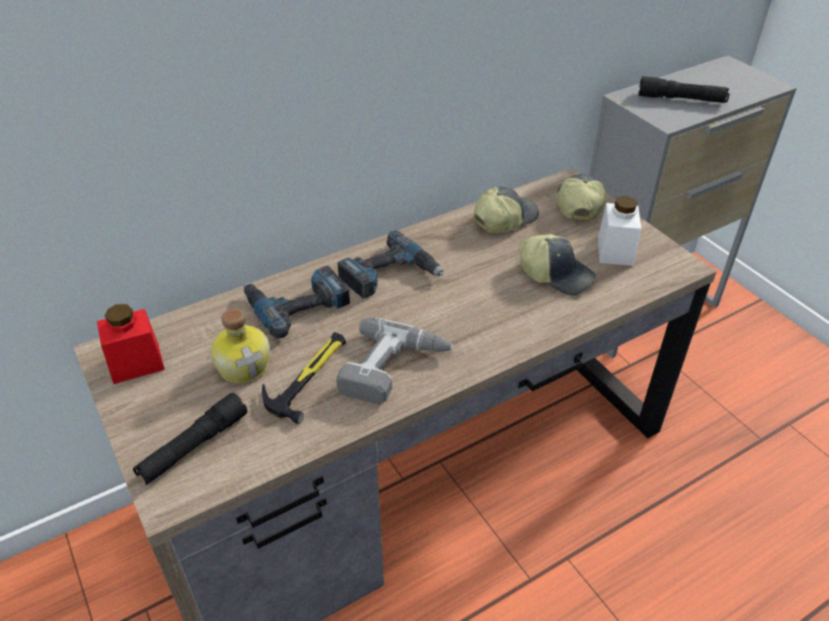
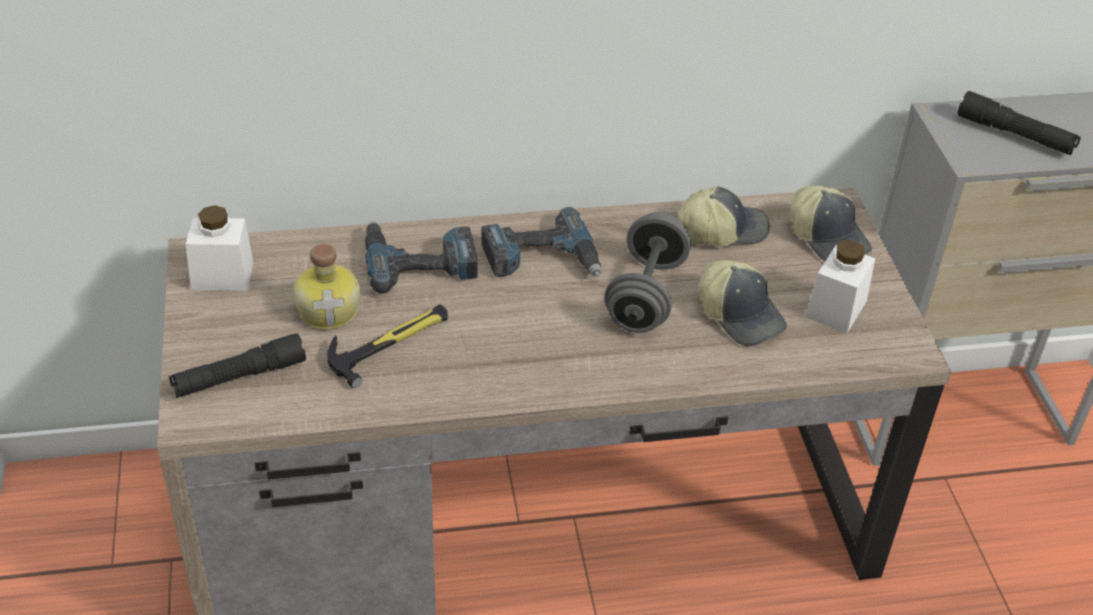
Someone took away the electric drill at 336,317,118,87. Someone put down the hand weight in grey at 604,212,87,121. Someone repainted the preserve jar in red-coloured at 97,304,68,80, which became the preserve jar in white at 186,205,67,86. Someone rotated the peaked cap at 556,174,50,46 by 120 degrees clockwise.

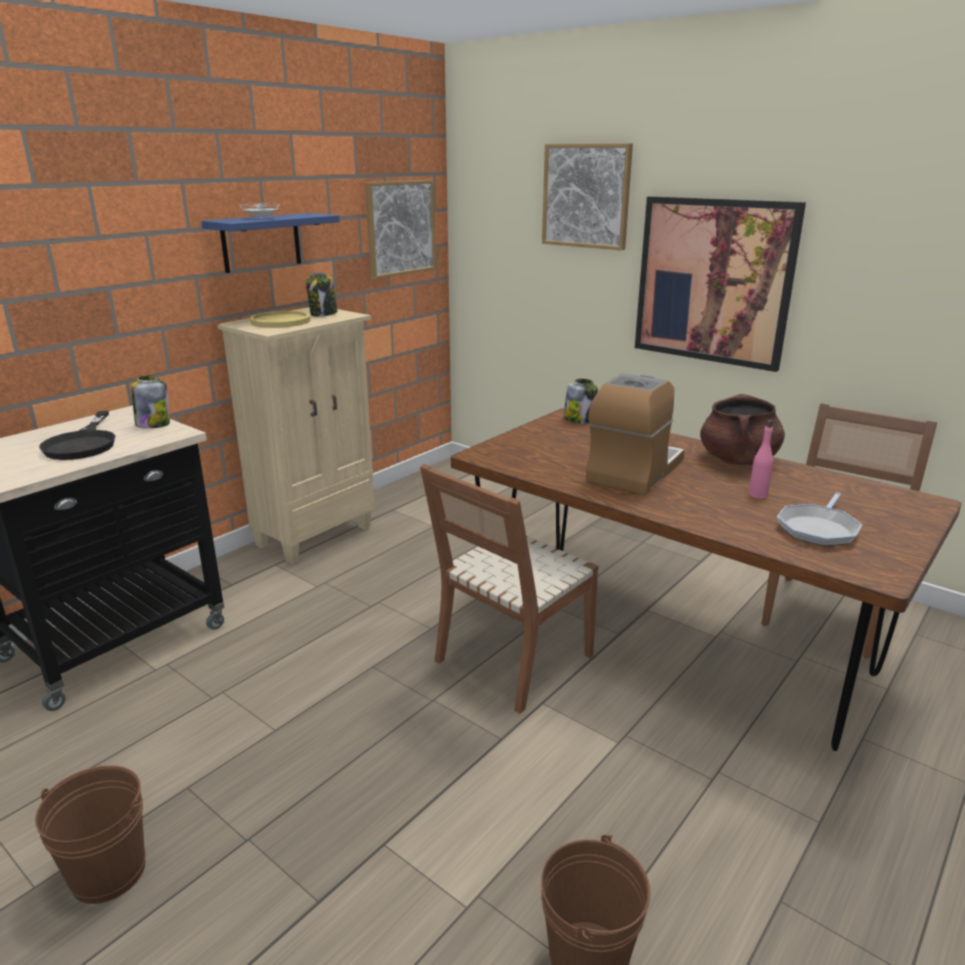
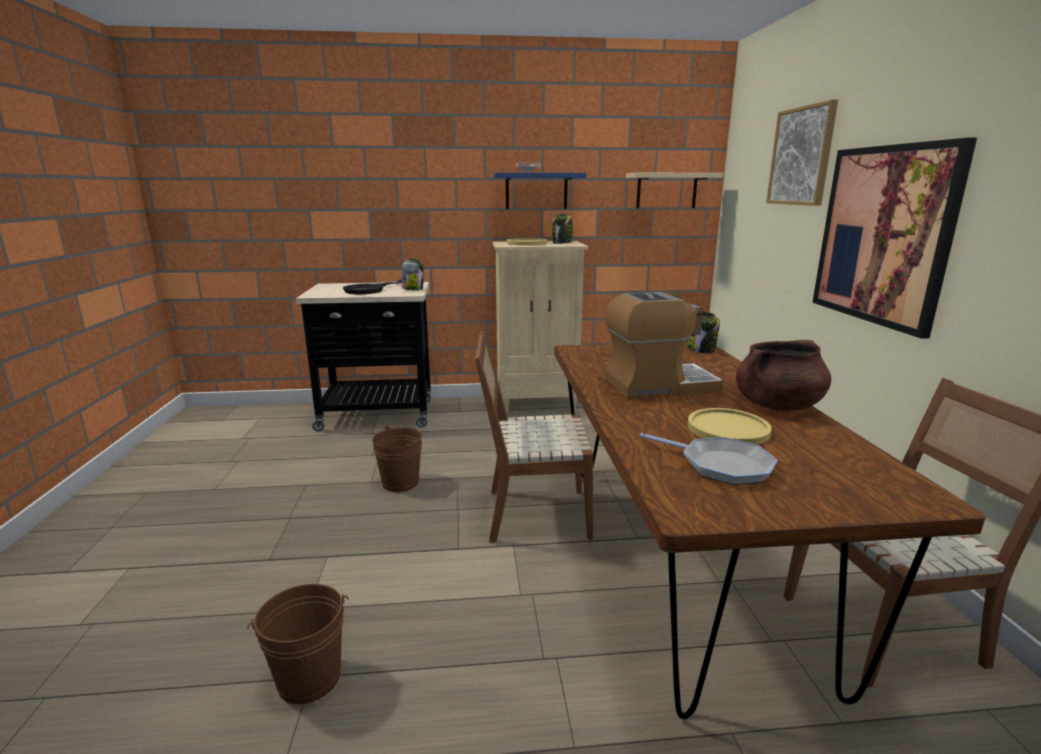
Someone carried the water bucket in brown from 35,765,111,139 to 372,426,50,66. Someone swapped the picture at 365,180,71,99 for the shelf in beige-coloured at 626,173,97,35. Someone swapped the bottle in pink at 749,420,24,79 for the dinner plate in yellow-coloured at 688,408,84,37. Someone rotated the skillet at 777,492,85,54 by 135 degrees counterclockwise.

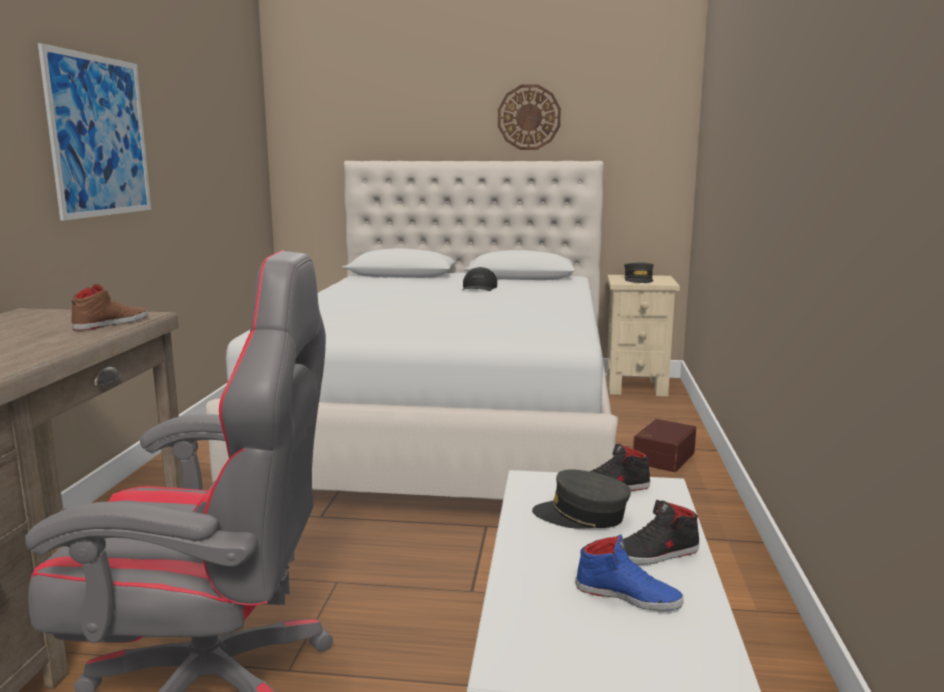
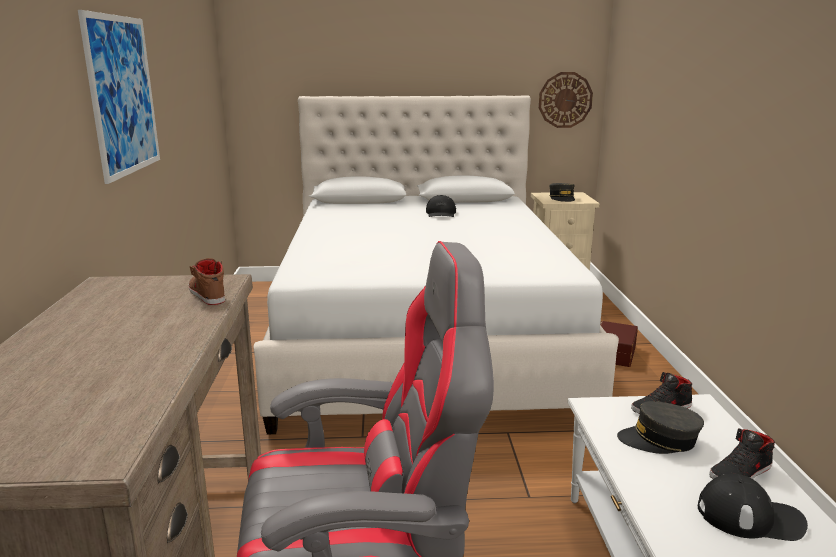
Someone carried the clock on the wall from 498,84,63,66 to 539,72,54,56. Someone swapped the item of footwear in blue-coloured at 576,534,108,77 for the peaked cap in black at 698,474,110,67. Someone rotated the item of footwear in brown at 71,284,77,46 by 60 degrees counterclockwise.

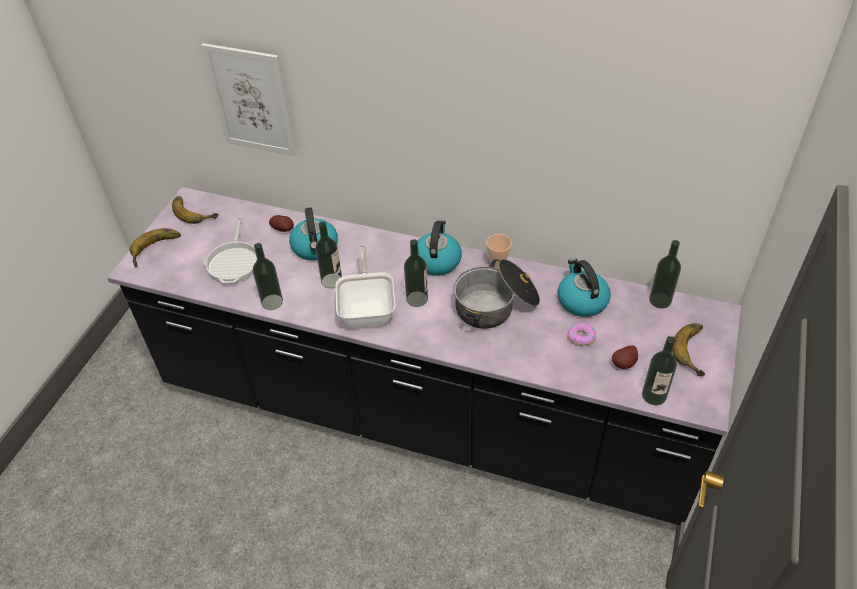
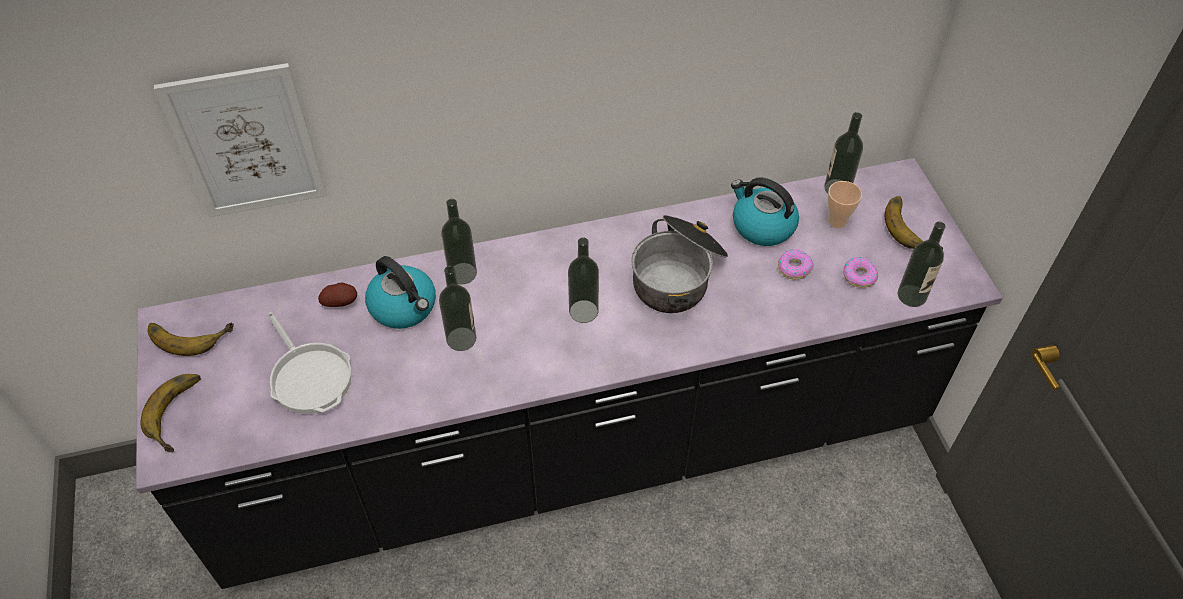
Someone took away the skillet at 335,245,60,82. Someone took away the water kettle at 418,220,44,56. Someone carried the bottle from 253,243,30,67 to 441,199,36,85. Someone carried the small cup from 486,234,26,35 to 828,181,34,47. Someone swapped the spud at 612,345,26,24 for the donut at 843,257,35,31.

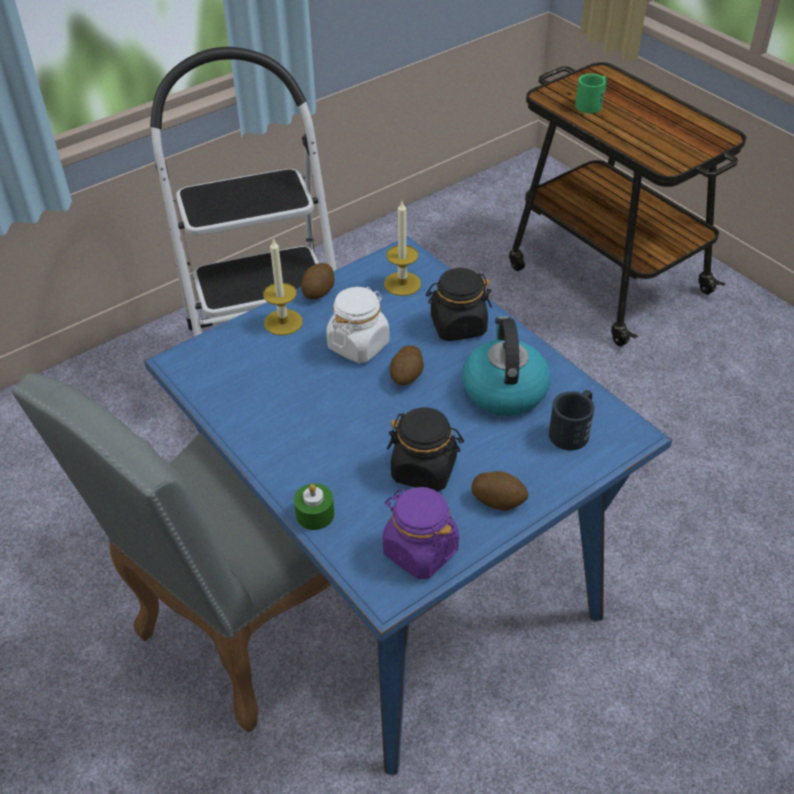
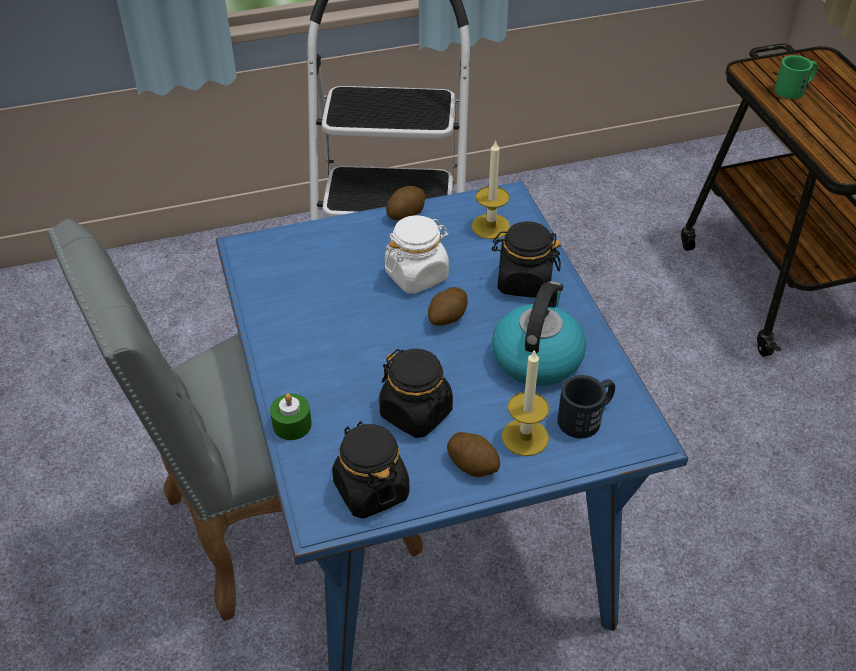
Someone carried the wax light from 263,238,39,97 to 502,349,47,107. Someone repainted the preserve jar in purplish at 383,487,76,92, which became the preserve jar in black at 332,421,78,97.

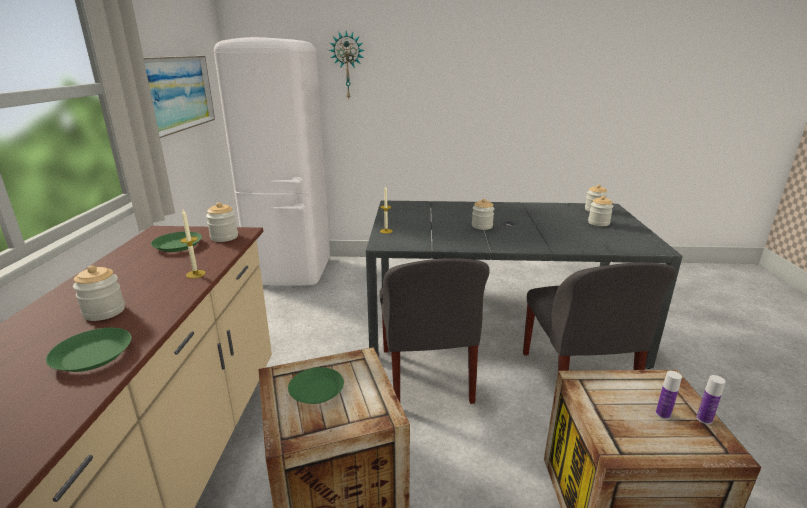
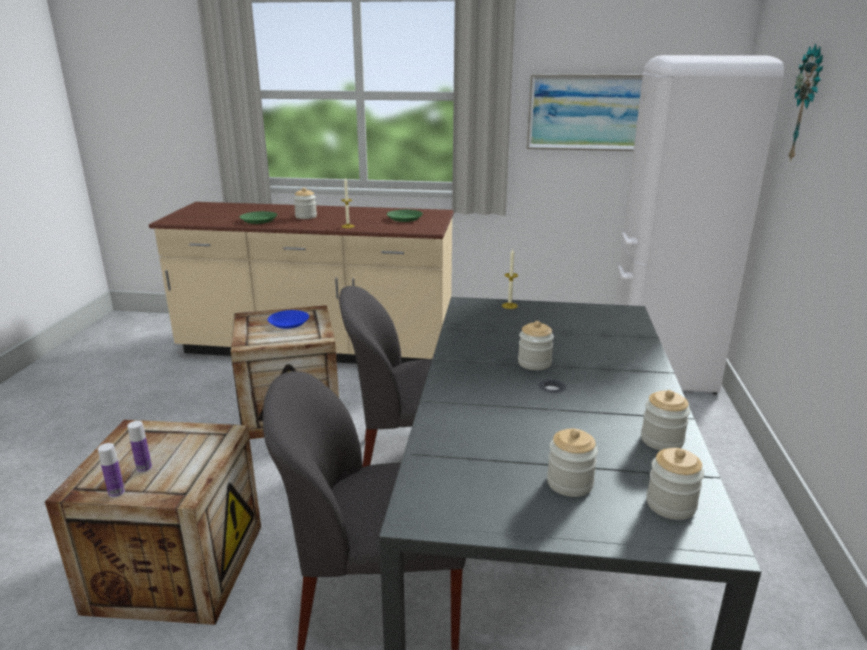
Someone carried the preserve jar from 206,202,32,40 to 641,390,49,61. Someone repainted the dinner plate in green at 288,367,56,37, which became the dinner plate in blue-coloured at 268,310,41,19.

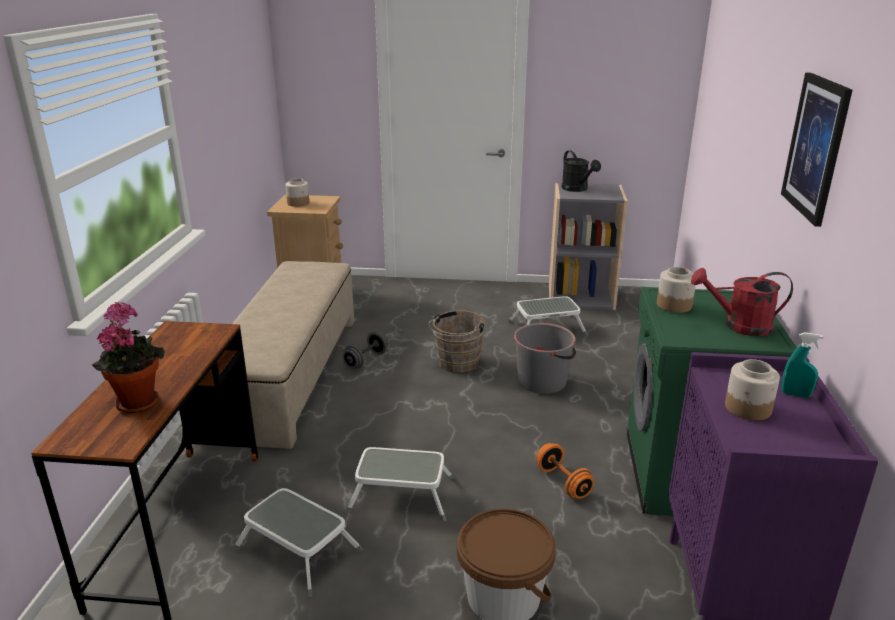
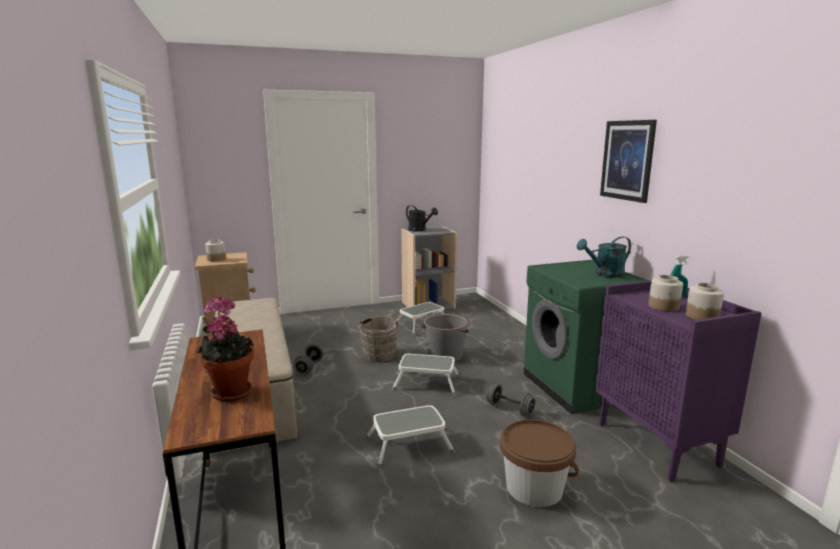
Someone carried the step stool in grey from 233,488,130,109 to 392,354,68,42. Someone carried the preserve jar from 657,267,39,46 to 686,283,38,37. Someone repainted the hand weight in orange-coloured at 536,443,58,56, which became the hand weight in grey at 487,383,48,33. Someone repainted the watering can in red-coloured at 691,268,102,68, which became the watering can in blue-green at 576,237,55,41.

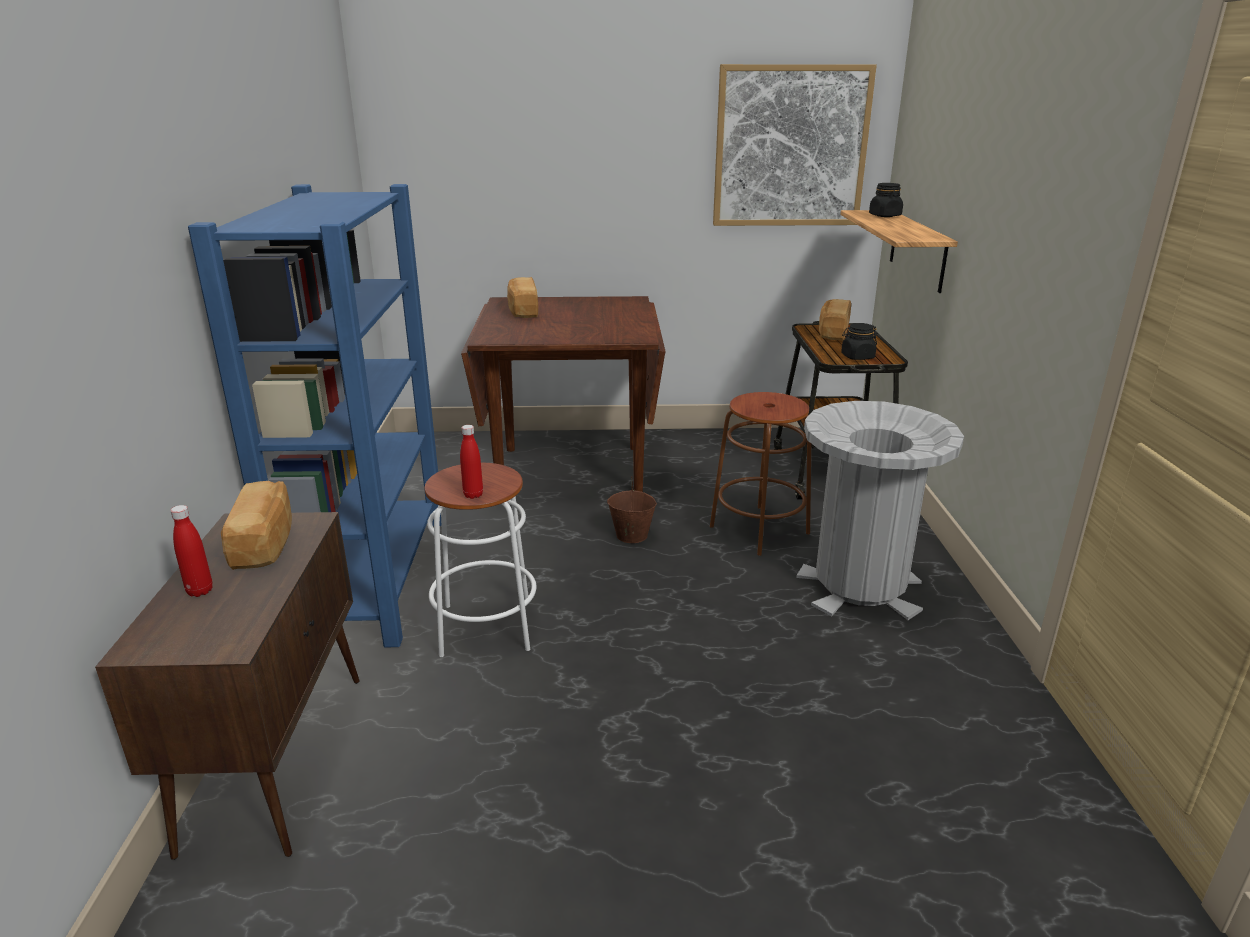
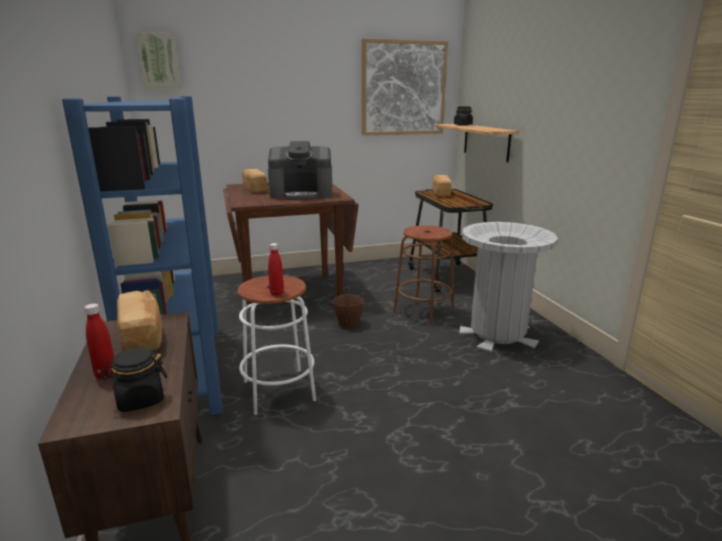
Someone put up the picture at 136,32,45,57. Someone put down the coffee machine at 268,141,64,59. Someone carried the preserve jar in black from 841,323,36,37 to 103,347,64,65.

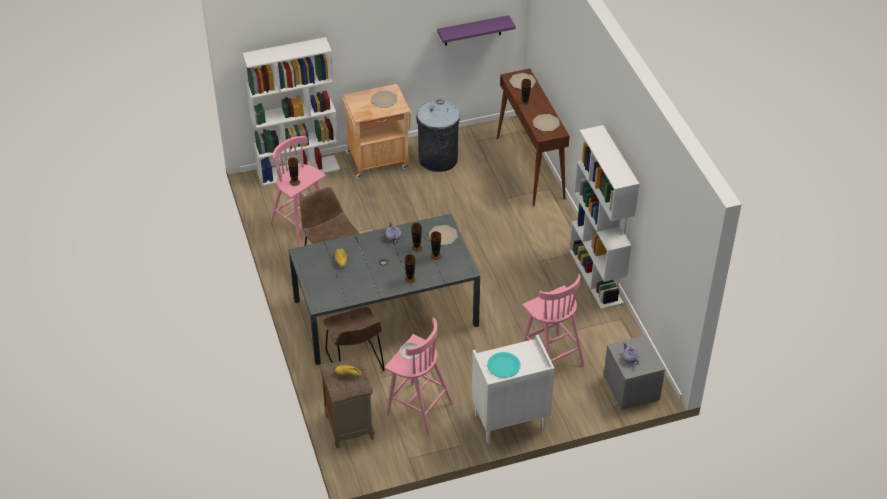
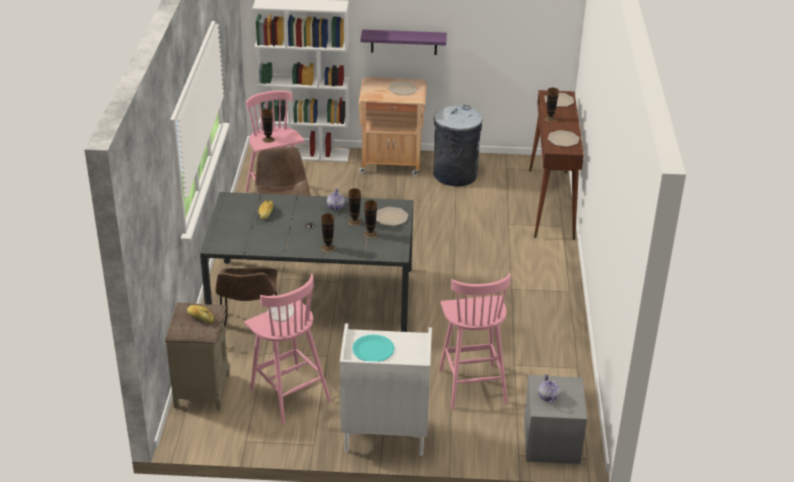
Someone took away the bookcase in white at 569,125,70,184. Someone carried the shelf in purplish from 437,15,79,31 to 360,29,87,26.

